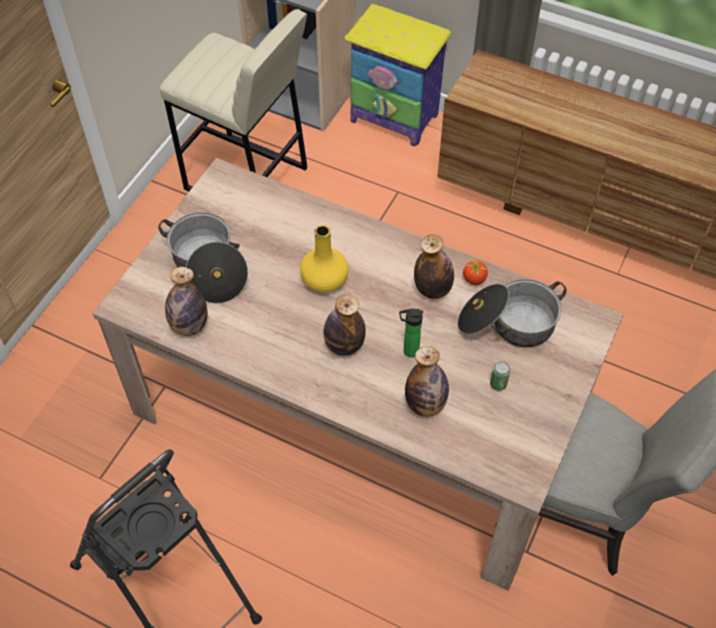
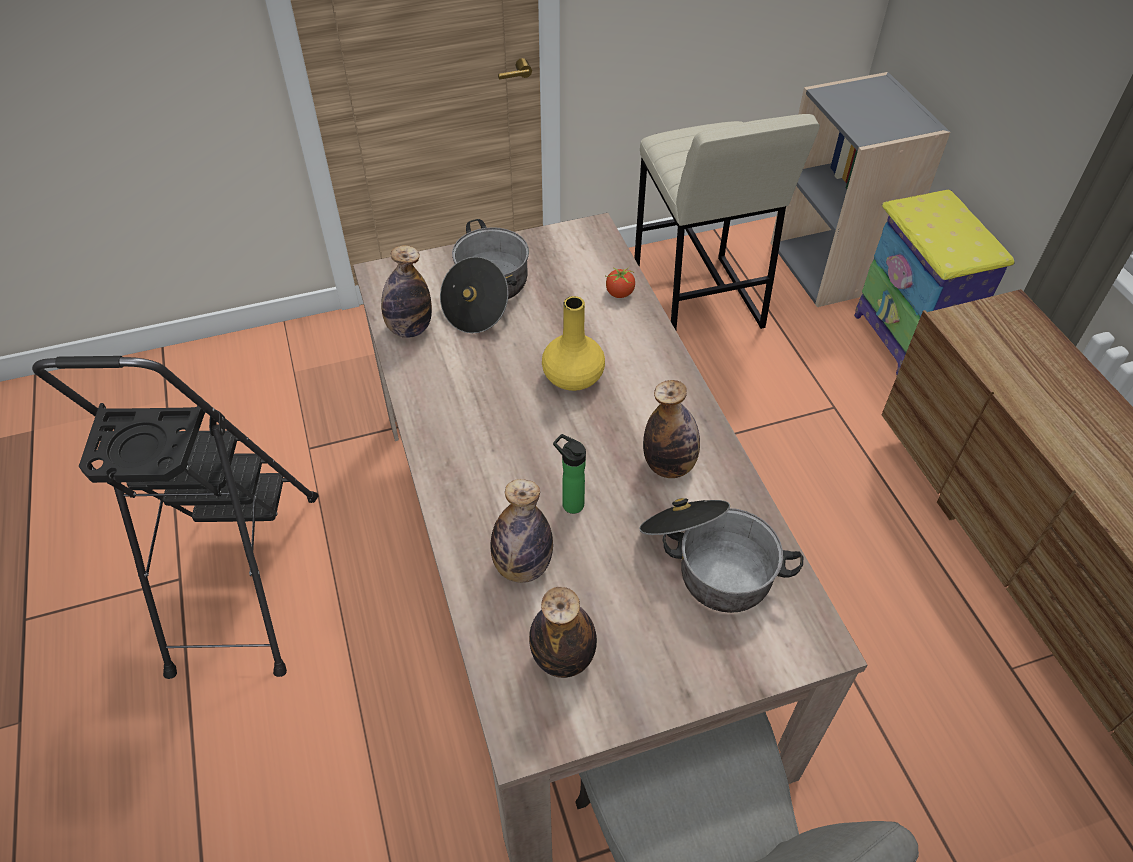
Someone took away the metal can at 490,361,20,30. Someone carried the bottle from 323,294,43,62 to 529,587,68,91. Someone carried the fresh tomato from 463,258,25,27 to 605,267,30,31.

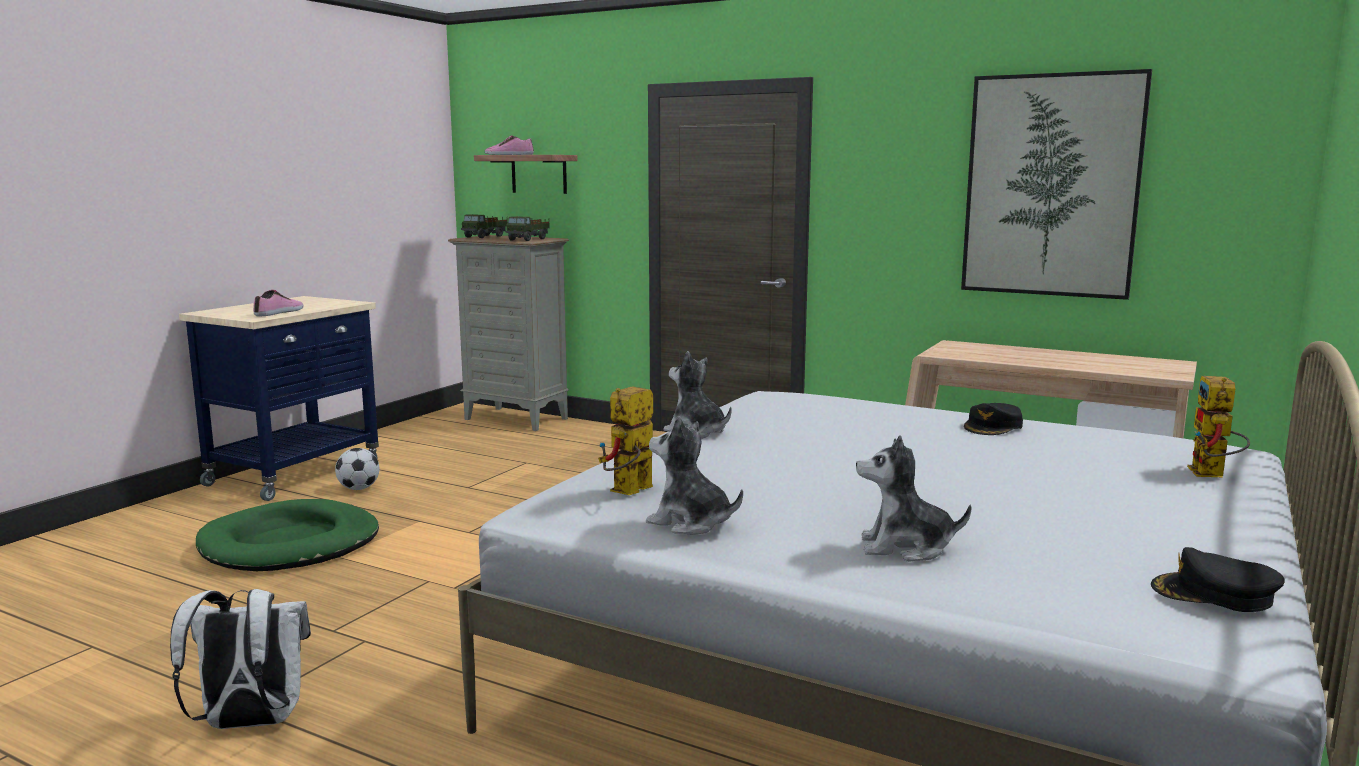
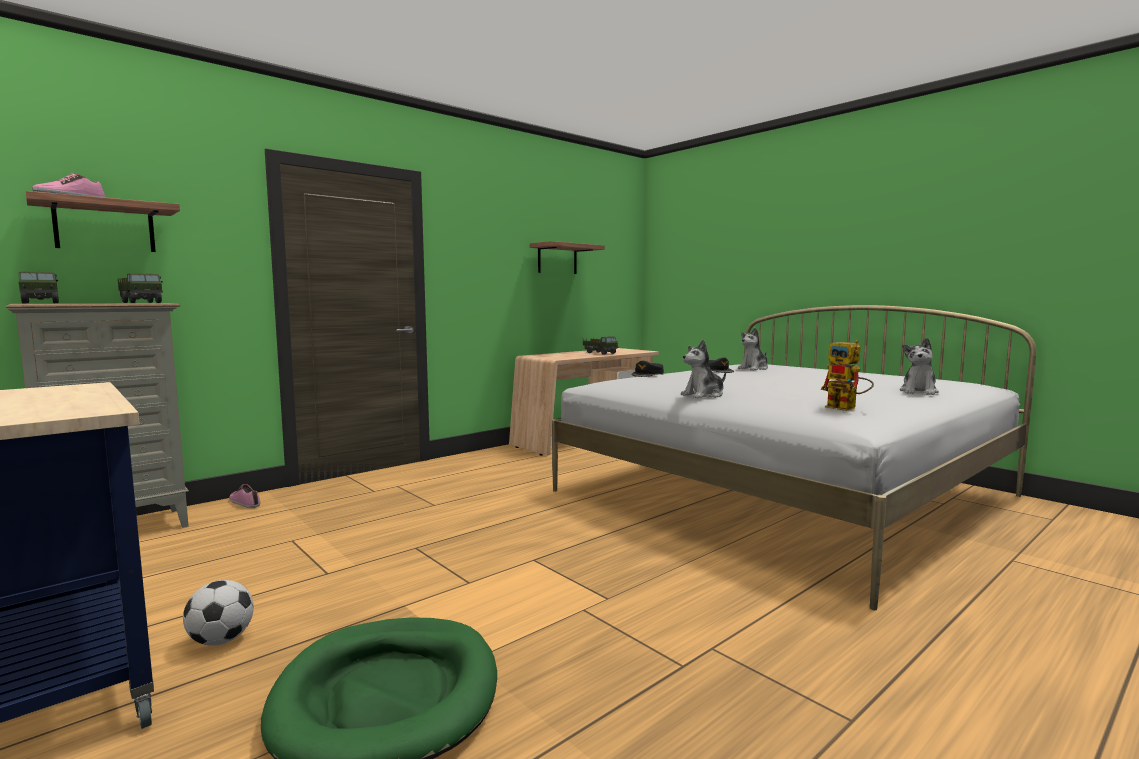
Someone took away the backpack in white at 170,589,141,140. Someone took away the toy robot at 1187,376,63,101. Someone put down the toy lorry at 583,336,36,19. Someone carried the item of footwear from 253,290,50,26 to 229,484,32,24. Someone carried the plush toy from 646,416,97,119 to 738,327,30,43. Someone carried the peaked cap in black from 1151,547,134,65 to 631,361,33,16. Someone swapped the picture at 961,69,191,231 for the shelf at 530,241,75,33.

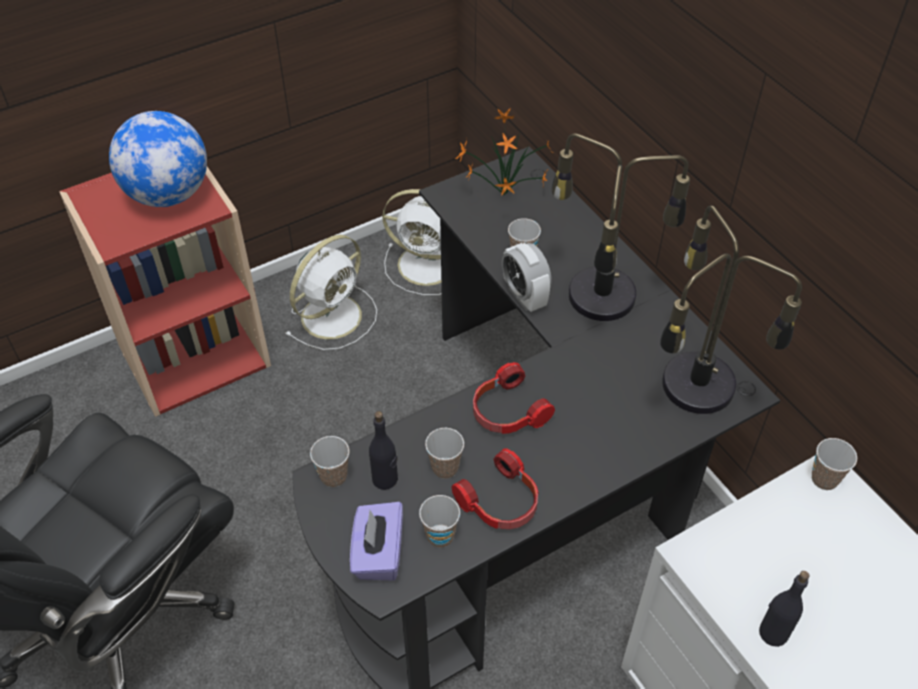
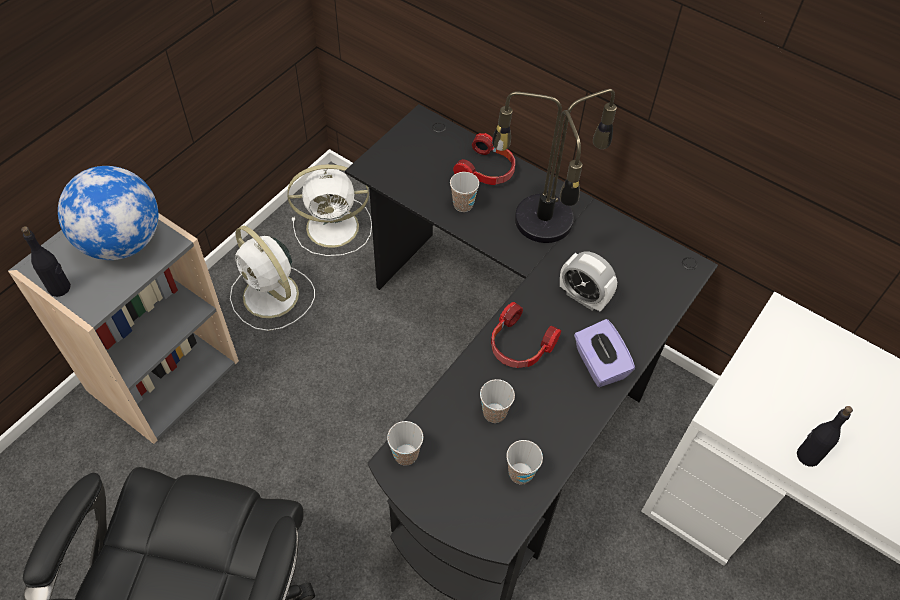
Someone took away the potted plant at 455,108,97,88. Someone took away the lamp for a table at 660,205,142,209. Someone took away the small cup at 812,438,45,52. Someone carried the tissue holder in purplish from 350,502,53,79 to 574,319,61,68. Someone carried the bottle in black from 369,411,29,79 to 21,226,50,71. Someone carried the headset from 451,449,87,80 to 453,133,62,52. Someone carried the bedside clock from 502,243,50,69 to 560,251,57,61. Someone repainted the bookcase in red-coloured at 59,167,212,250, which became the bookcase in grey at 8,213,231,231. Someone rotated the fan in white at 286,235,91,115 by 120 degrees clockwise.

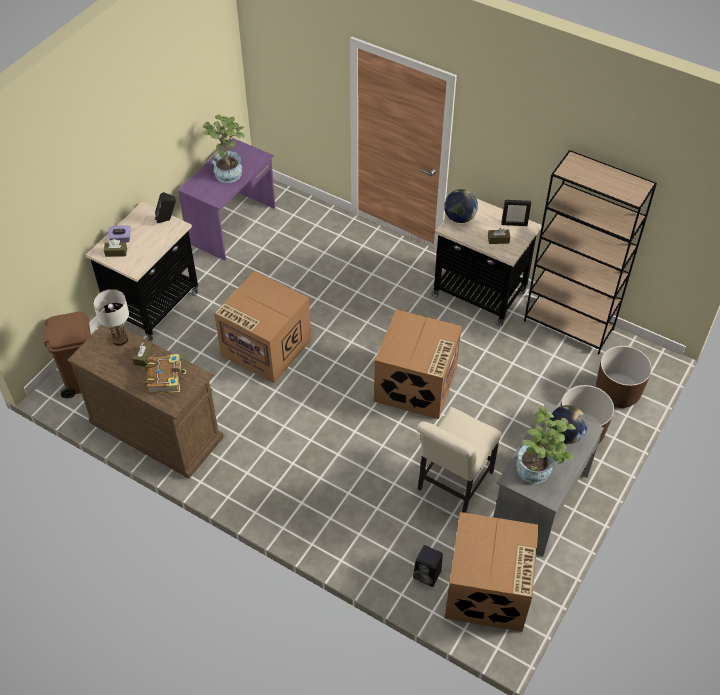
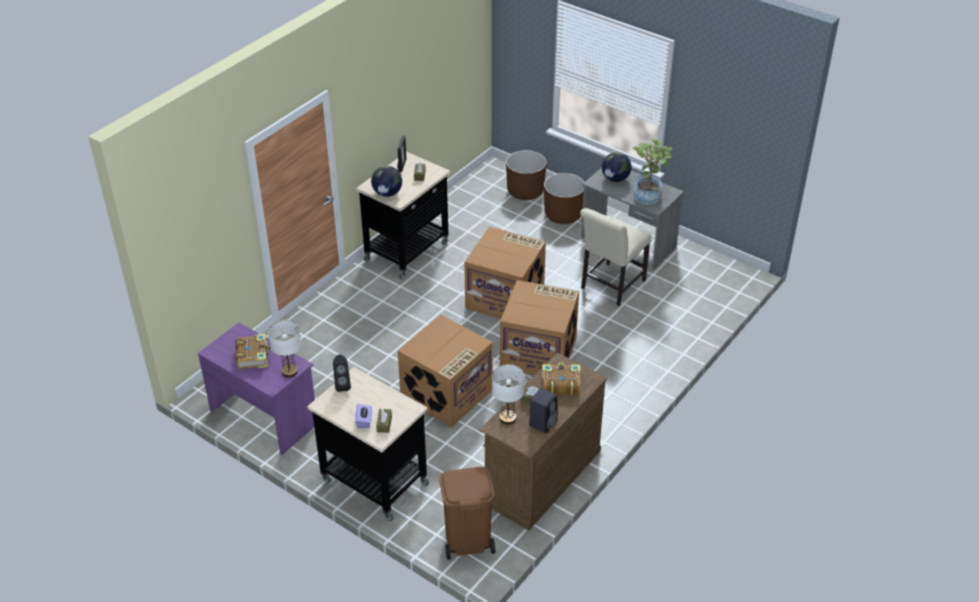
Someone took away the bookcase in beige-coloured at 524,150,133,204. Someone put down the lamp for a table at 268,320,33,58. Someone carried the loudspeaker in black from 413,545,30,42 to 529,388,29,45. Someone carried the packing box from 445,512,94,120 to 500,280,79,95. Someone swapped the potted plant at 203,114,41,69 for the bound book at 235,334,36,35. Someone rotated the upright chair in beige-coloured at 416,407,85,106 by 90 degrees clockwise.

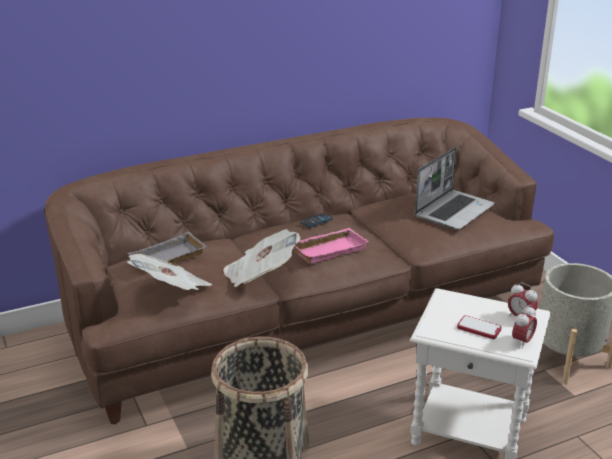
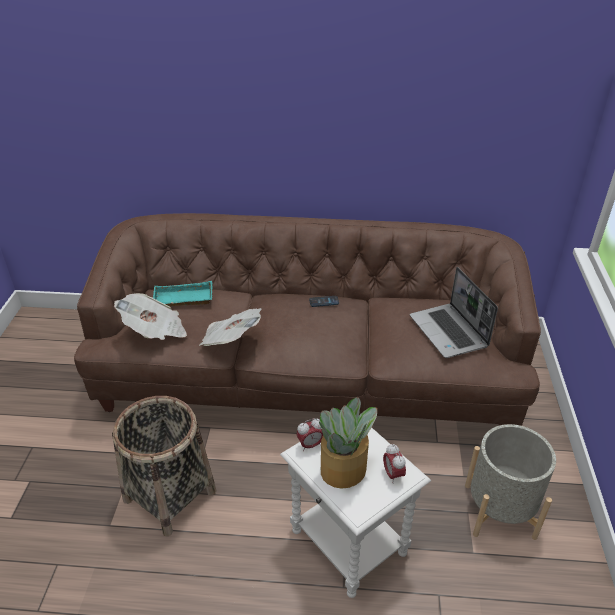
Someone took away the serving tray in pink at 294,228,75,36. Someone carried the bedside clock from 512,305,25,43 to 296,418,27,33. Someone swapped the phone at 457,315,45,24 for the potted plant at 319,397,58,91. Someone repainted the serving tray in grey at 127,232,80,40, which became the serving tray in blue-green at 153,281,59,25. Someone rotated the portable computer at 415,147,80,83 by 90 degrees clockwise.

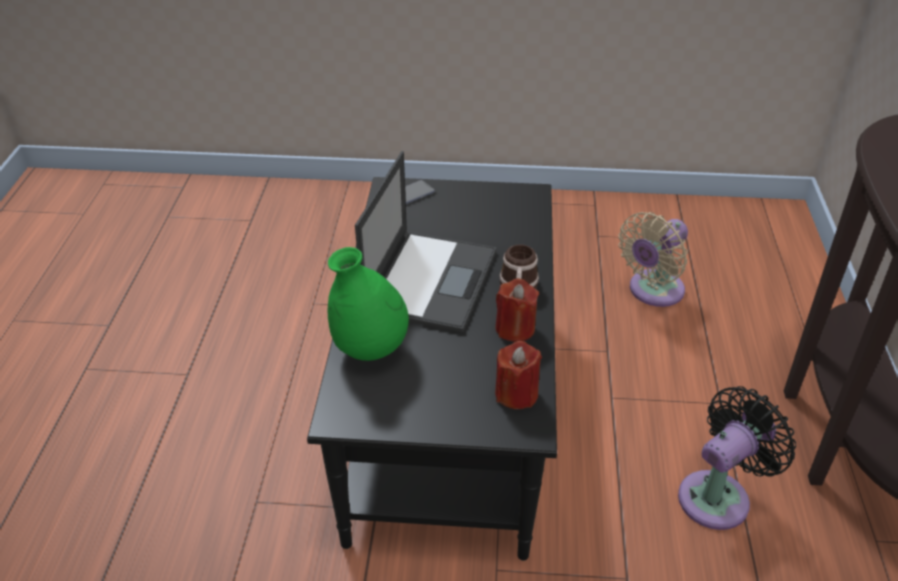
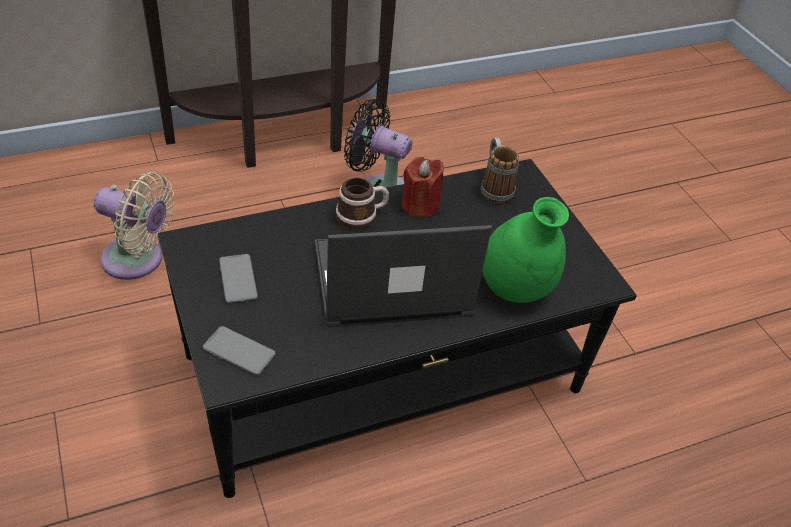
Someone put down the phone at 219,254,39,49. Someone swapped the wax light in red-coloured at 495,341,47,68 for the coffee mug at 481,138,38,65.

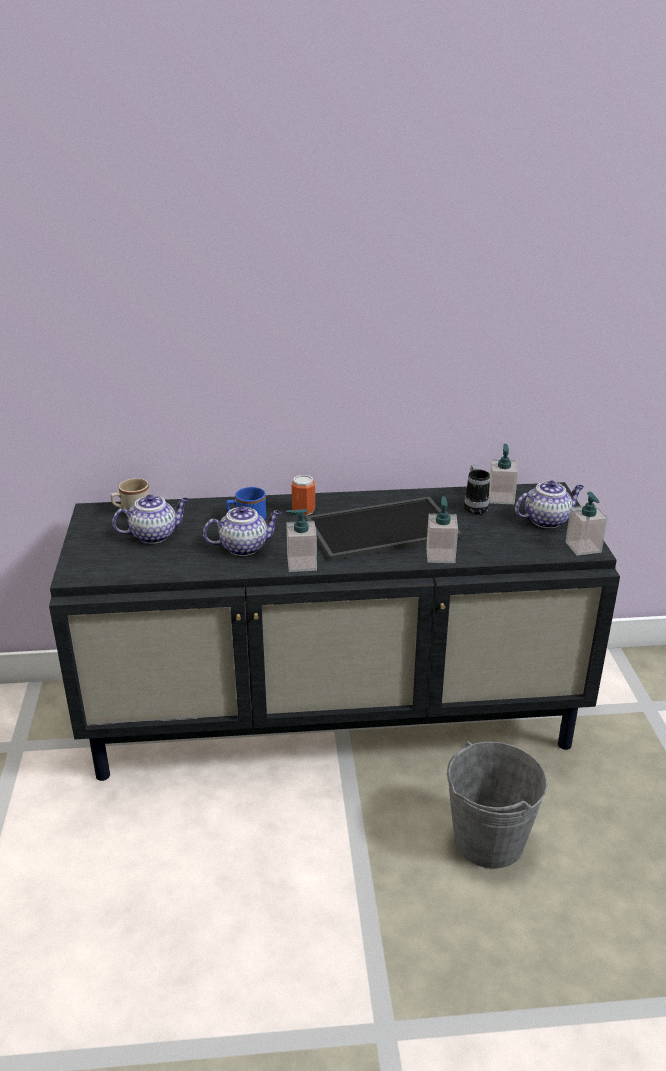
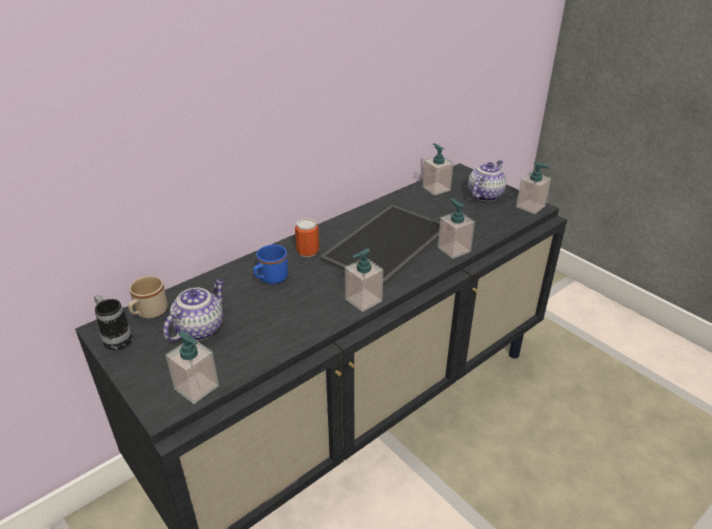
Someone took away the pot for tea at 203,506,78,50. Someone took away the water bucket in grey at 447,741,100,128. Someone put down the soap dispenser at 166,331,53,73. Someone carried the coffee mug from 464,465,26,50 to 94,295,38,55.

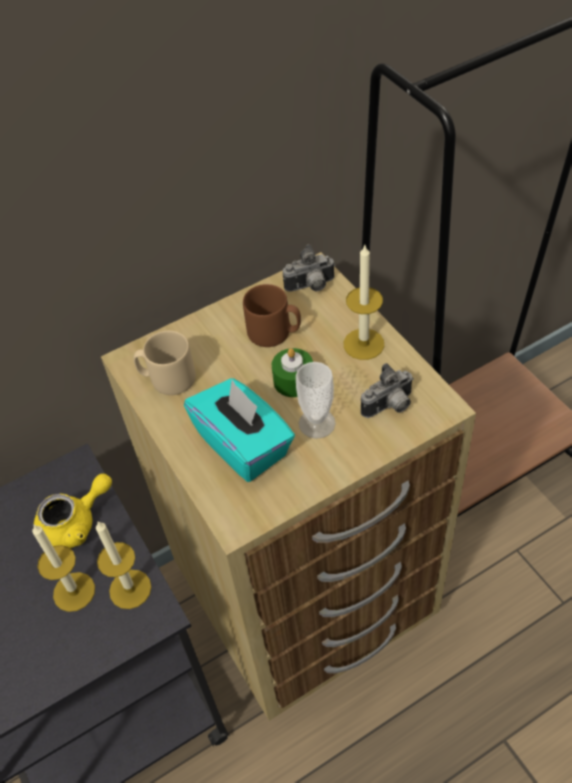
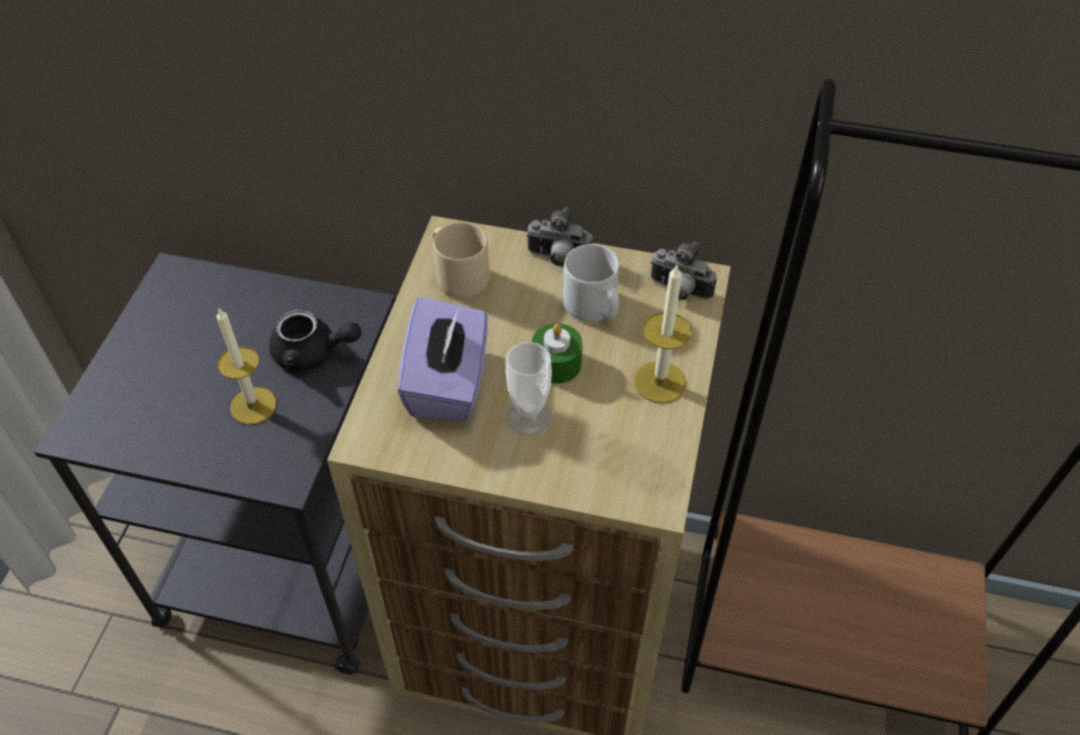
Someone took away the wax light at 96,522,55,87. Someone carried the still camera from 361,363,53,55 to 526,207,67,60. Someone repainted the pot for tea in yellow-coloured at 34,474,78,74, which became the pot for tea in black at 269,309,93,63. Someone repainted the tissue holder in blue-green at 184,378,111,104, which became the tissue holder in purplish at 398,297,90,124. Someone repainted the coffee mug in brown at 243,284,58,63, which became the coffee mug in grey at 563,244,56,78.

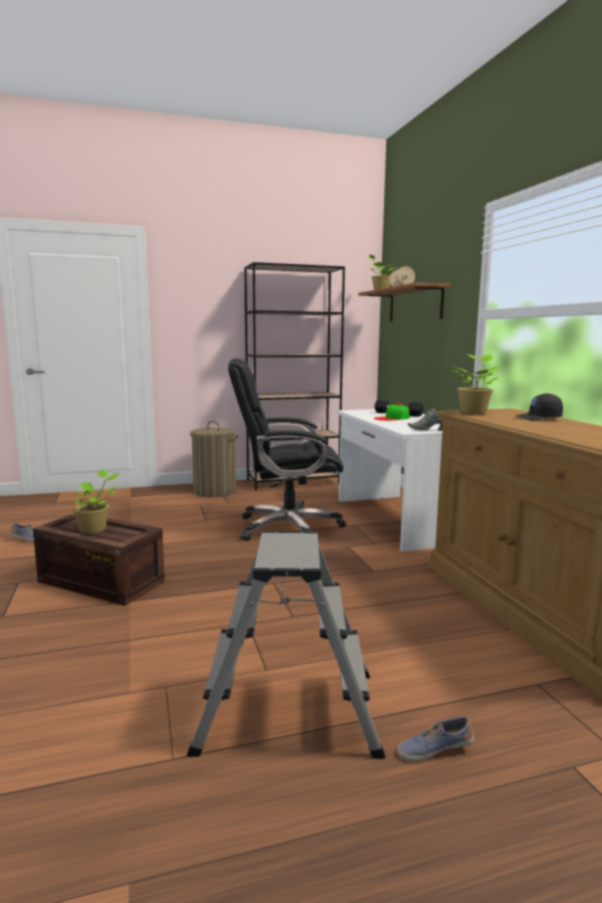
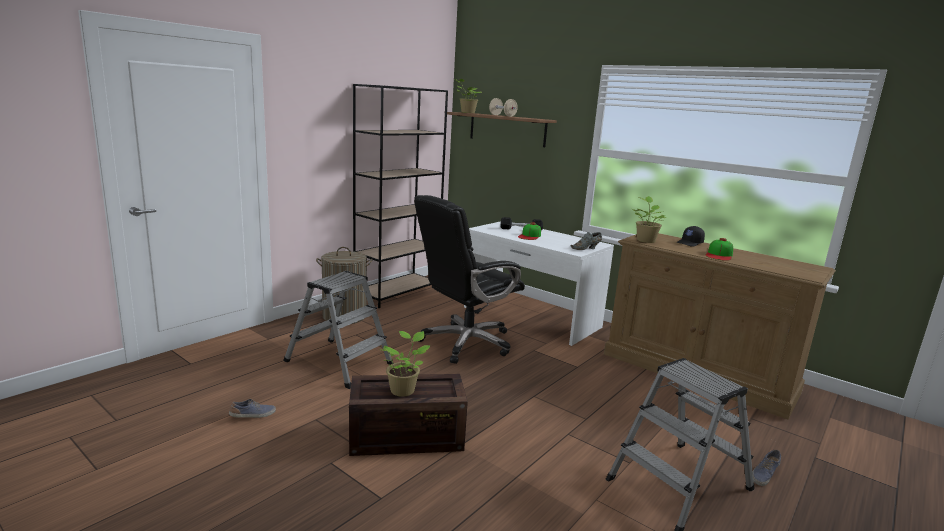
Someone put down the step stool in grey at 283,271,110,118. Someone put down the peaked cap at 706,238,27,23.

